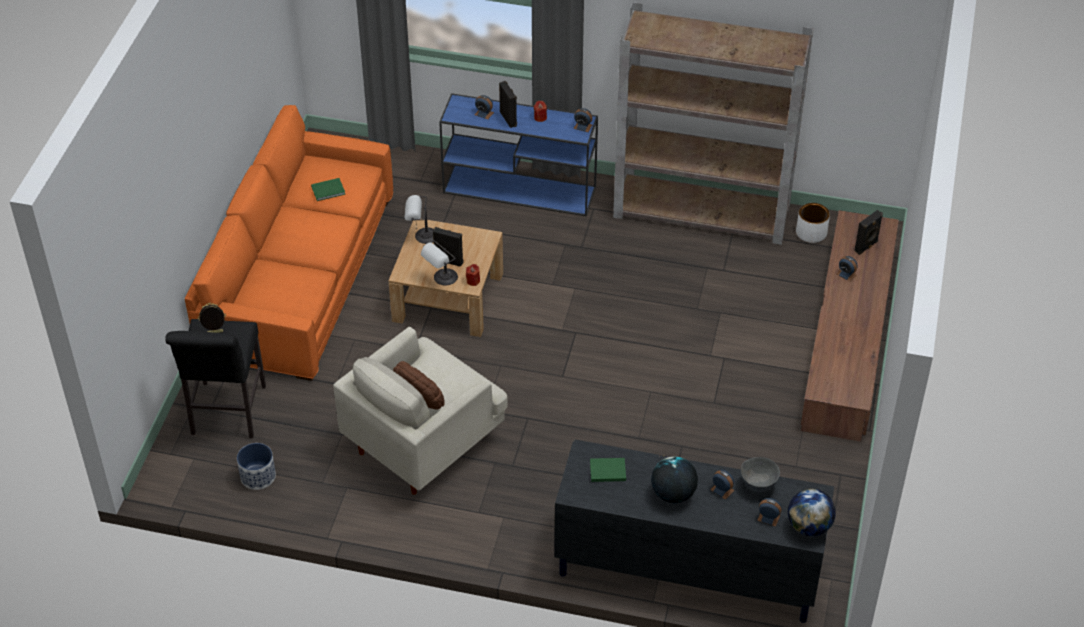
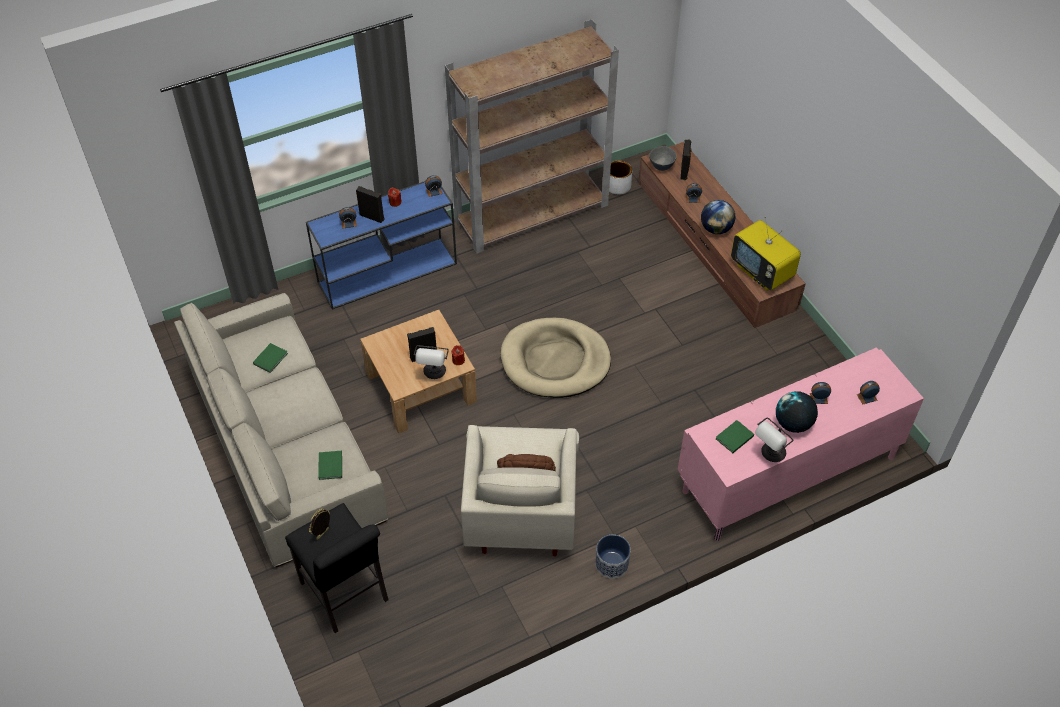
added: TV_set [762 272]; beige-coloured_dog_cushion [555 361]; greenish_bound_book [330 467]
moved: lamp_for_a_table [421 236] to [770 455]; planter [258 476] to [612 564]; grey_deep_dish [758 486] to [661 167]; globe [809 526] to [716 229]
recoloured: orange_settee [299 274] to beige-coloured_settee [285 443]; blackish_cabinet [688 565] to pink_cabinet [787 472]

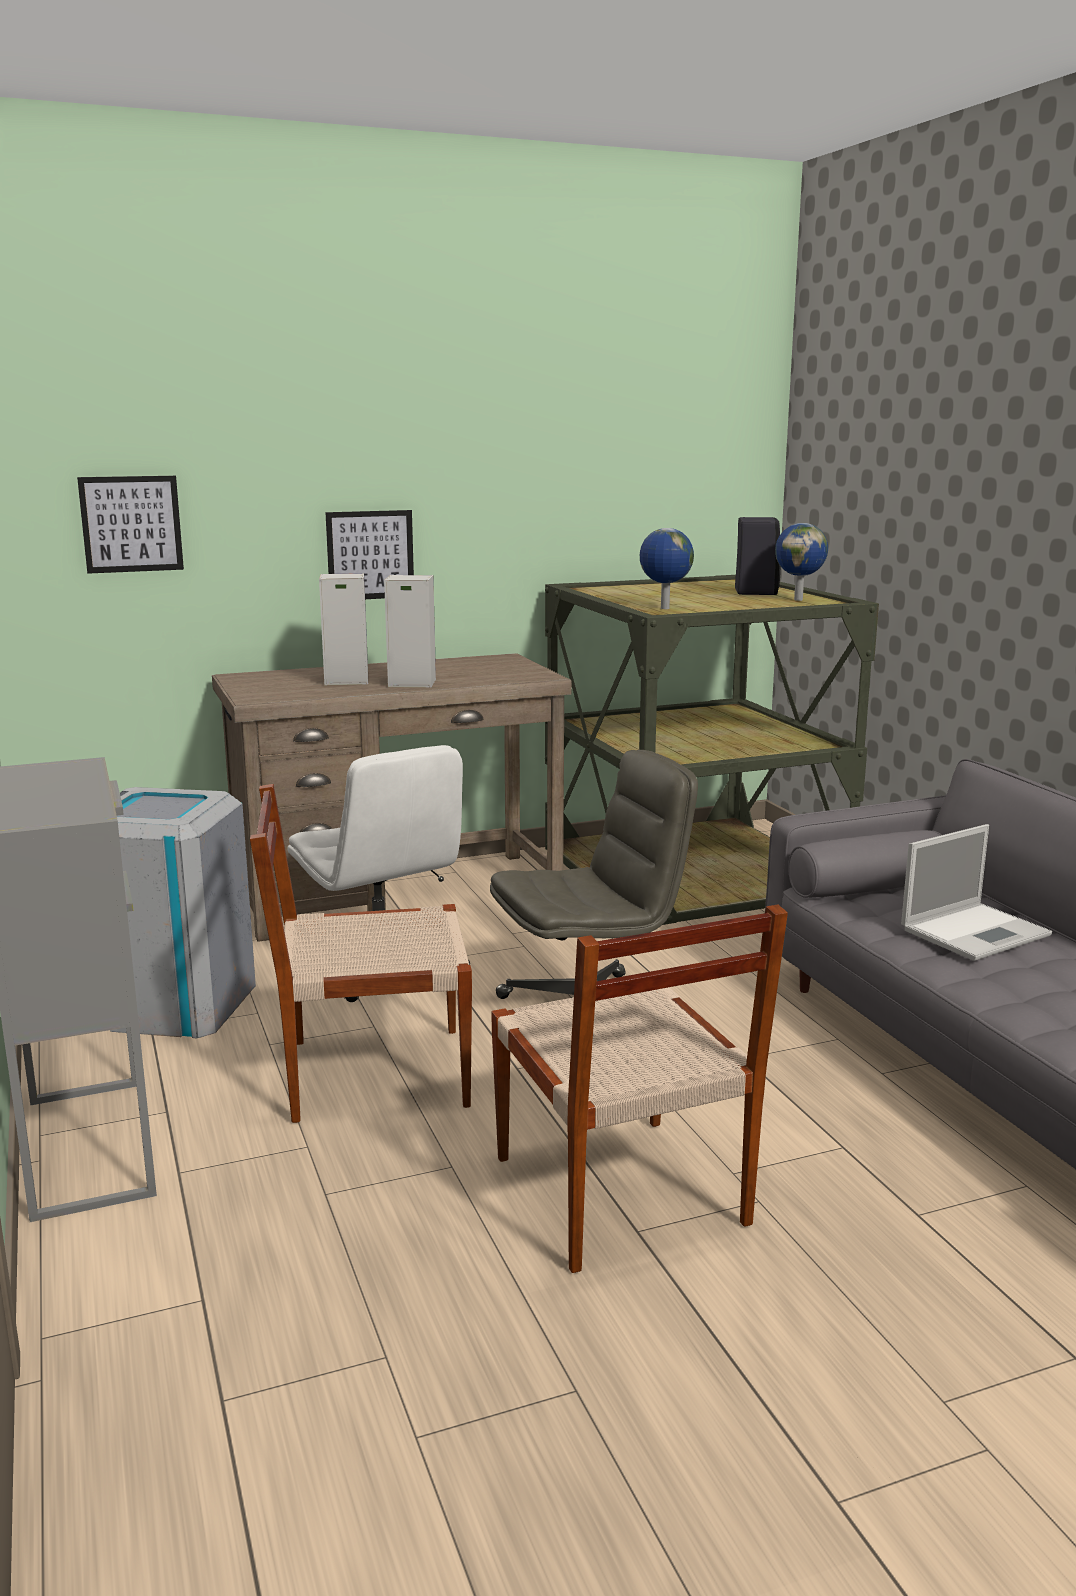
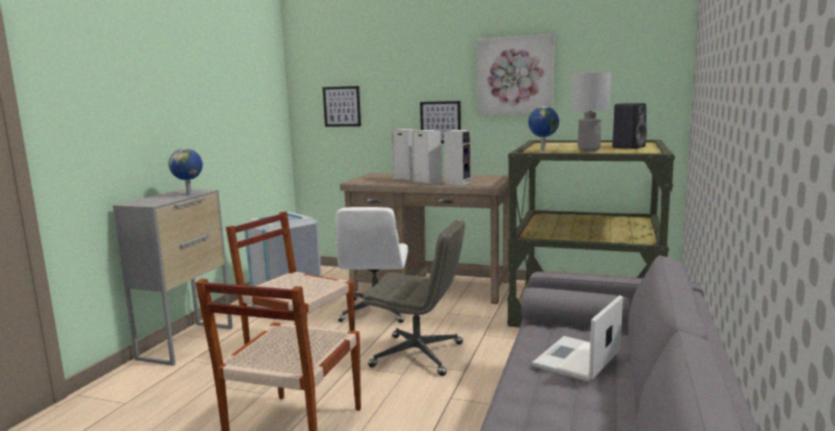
added: wall_art [515 76]; grey_lamp_for_a_table [588 151]; loudspeaker [458 183]
moved: globe [798 599] to [190 194]
turned: portable_computer [976 931] = [576 360] 120 degrees clockwise

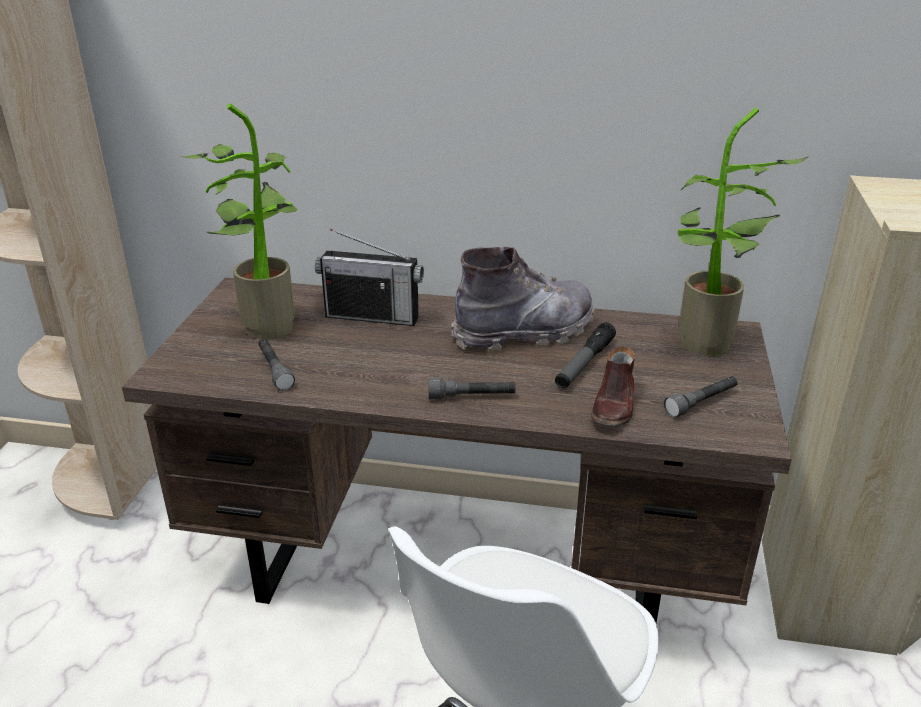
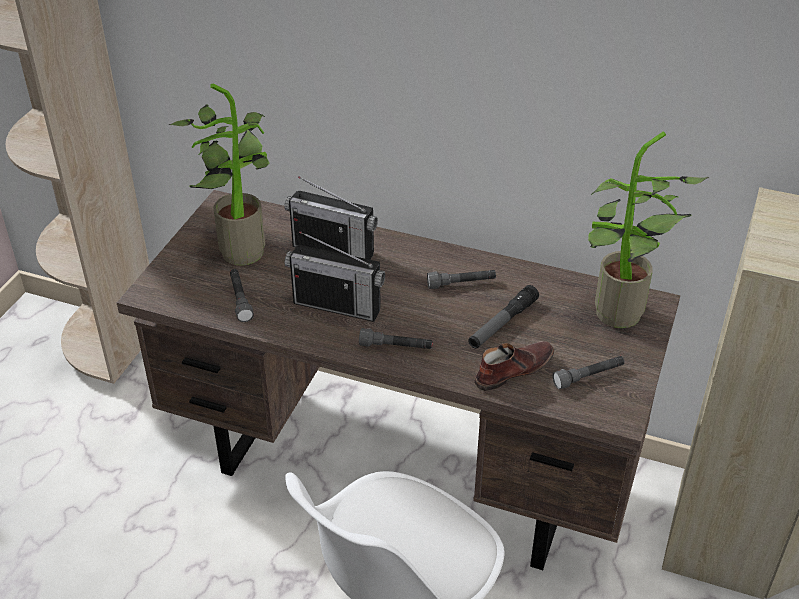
added: radio_receiver [337 306]
replaced: grey_boot [524 333] to grey_torch [461 284]
turned: brown-coloured_low_shoe [614 405] = [513 370] 150 degrees counterclockwise

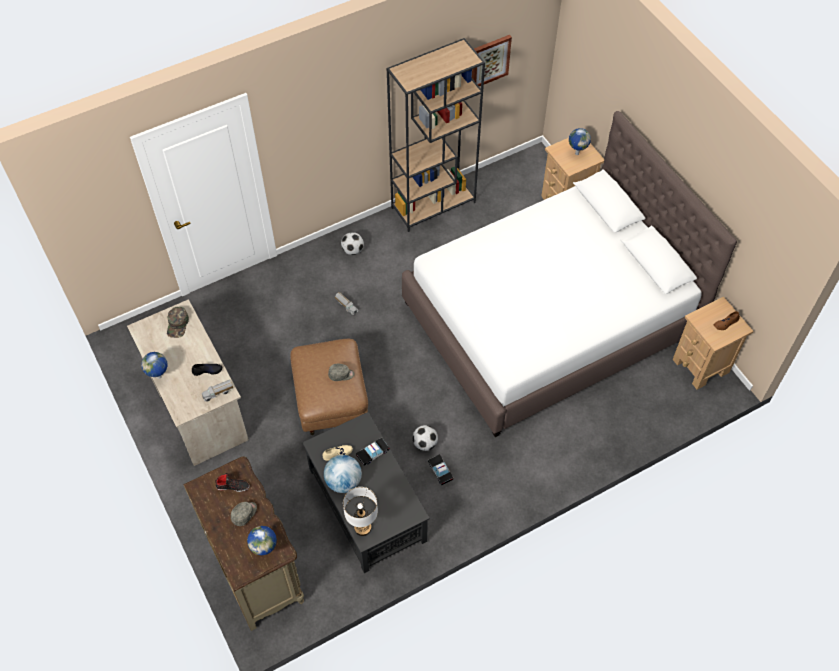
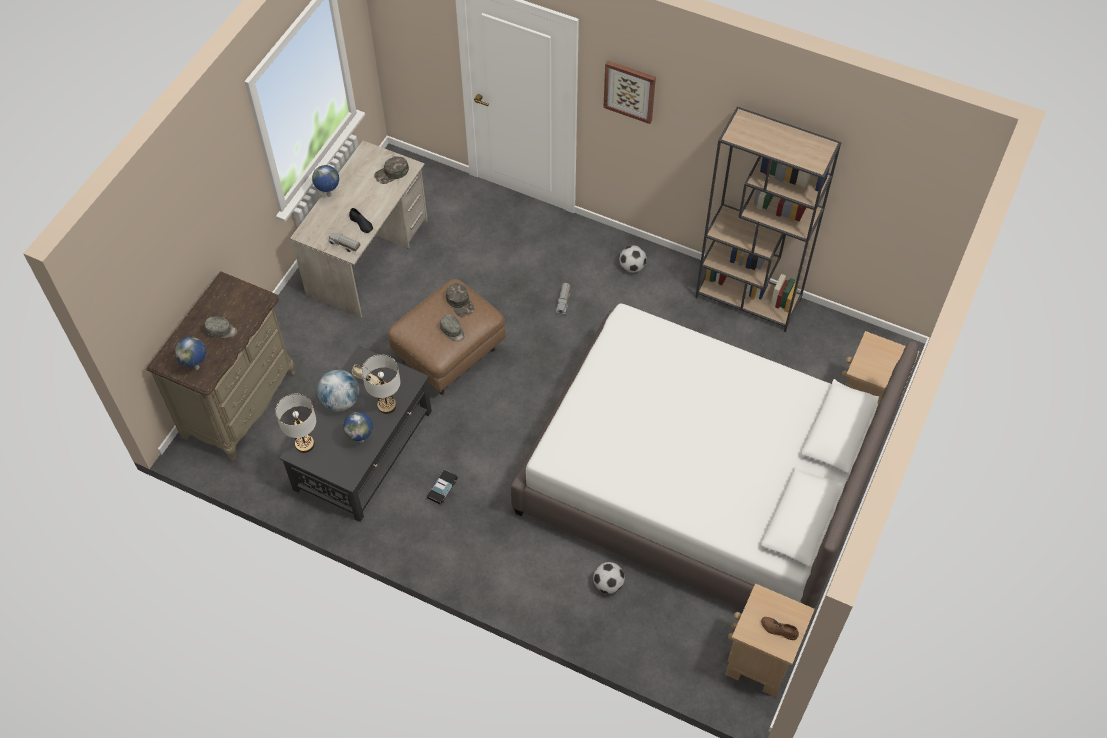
removed: blackish_low_shoe [233 486]
added: greenish_baseball_cap [460 302]
moved: wall_art [490 60] to [630 90]; globe [576 153] to [362 440]; football_ball [425 443] to [608 584]
replaced: toy_car [372 453] to lamp_for_a_table [387 406]

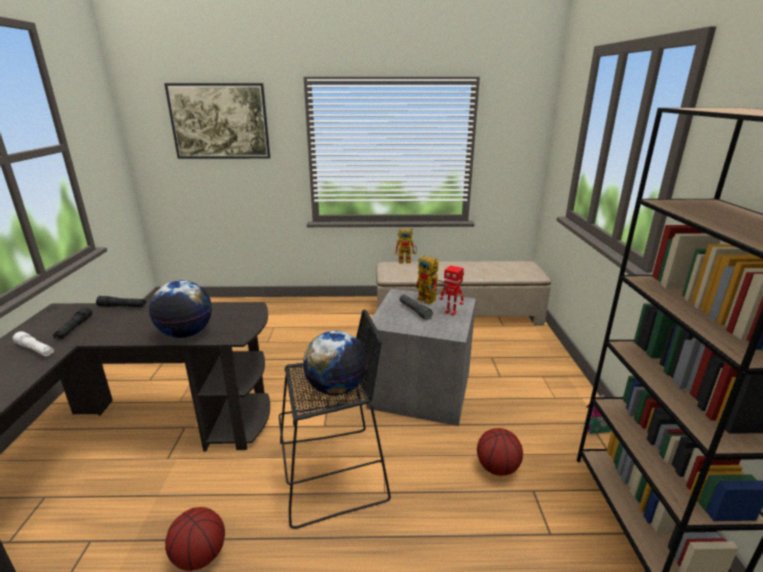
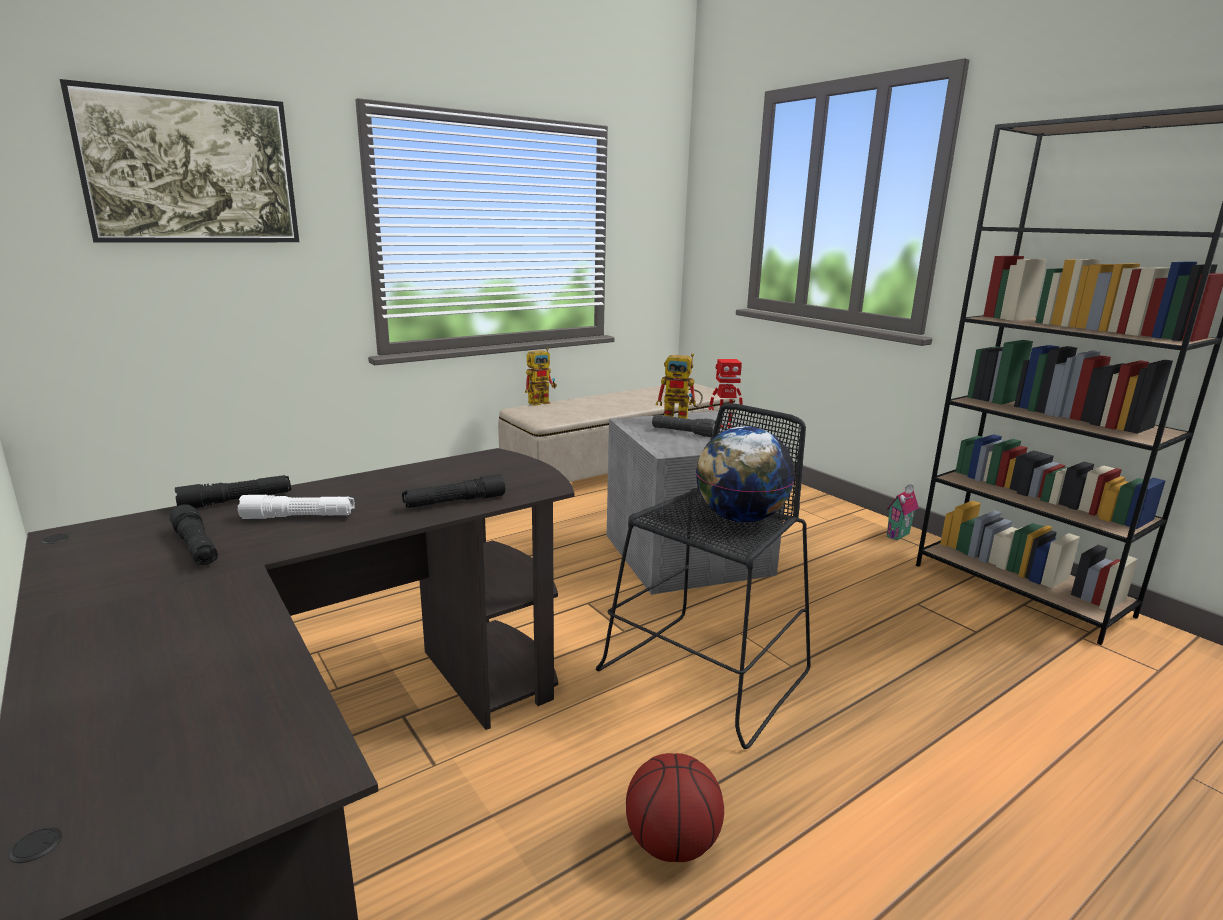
removed: basketball_ball [497 468]
moved: whitish_torch [35 349] to [299 517]
replaced: globe [186 333] to blackish_torch [455 502]

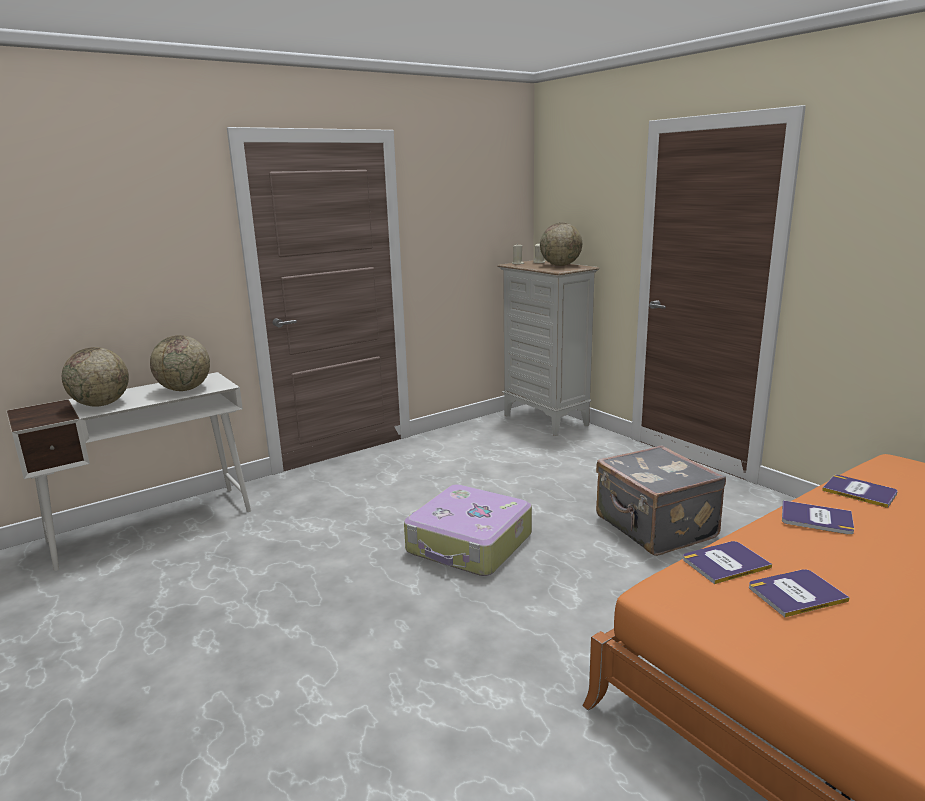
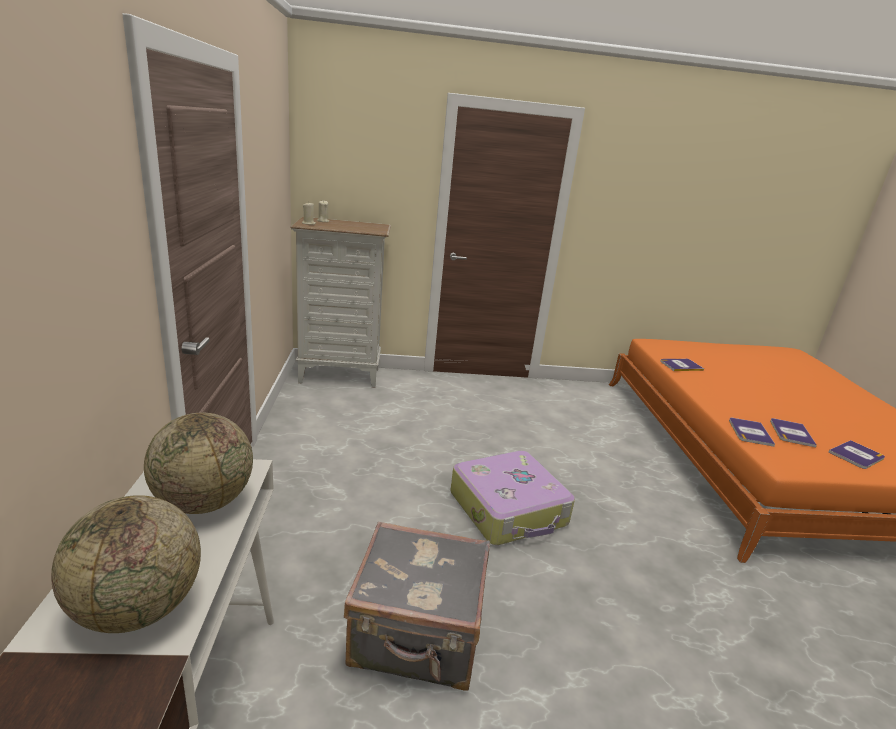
removed: globe [560 265]
moved: grey_suitcase [654 528] to [417 636]; bound_book [816 519] to [856 455]

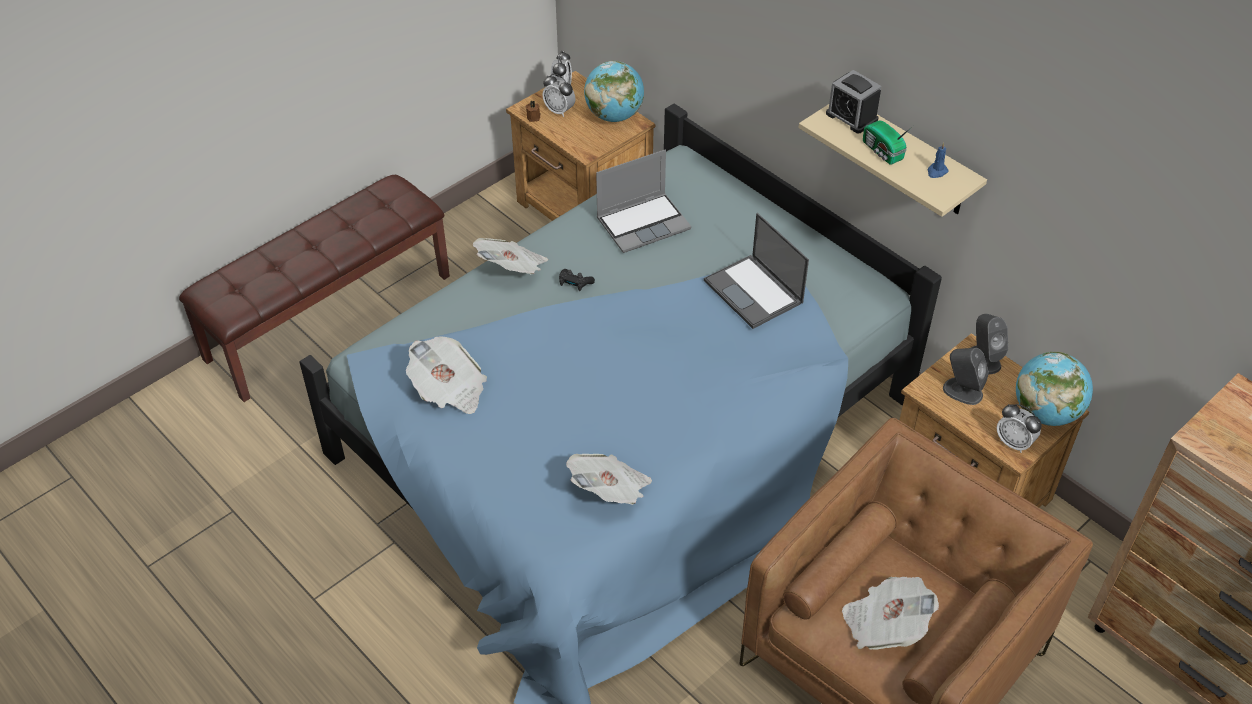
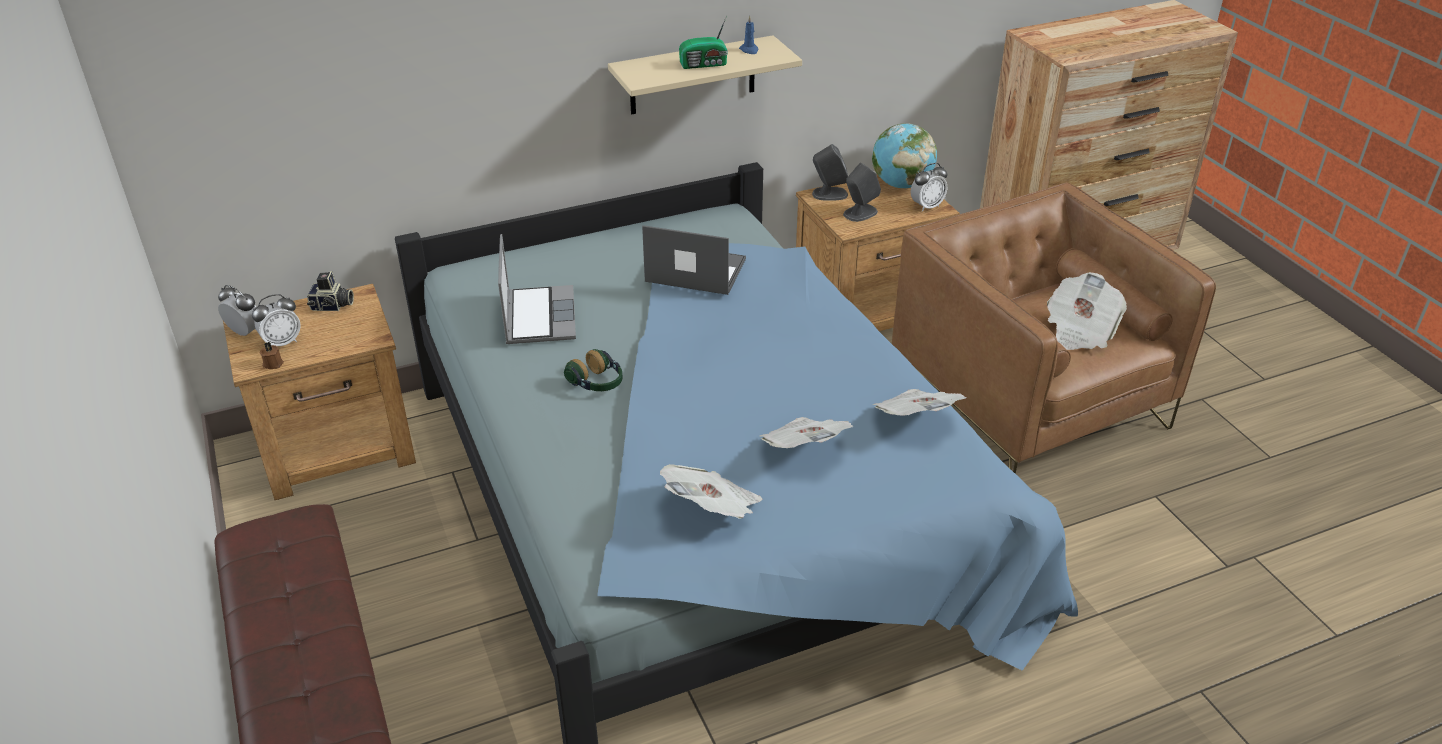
removed: table_clock [851 117]
moved: printed_paper [512 269] to [804 450]
replaced: globe [614 115] to still_camera [332 306]; blackish_game_controller [575 284] to headset [597 383]
turned: portable_computer [754 292] = [694 270] 150 degrees counterclockwise

